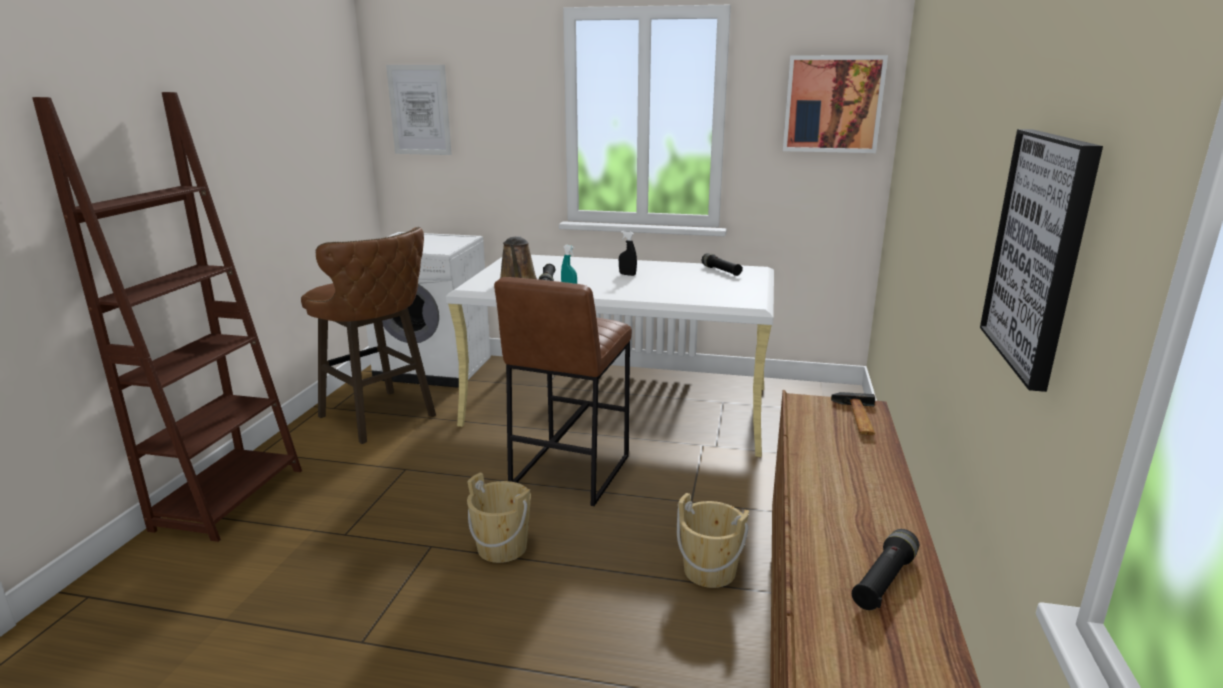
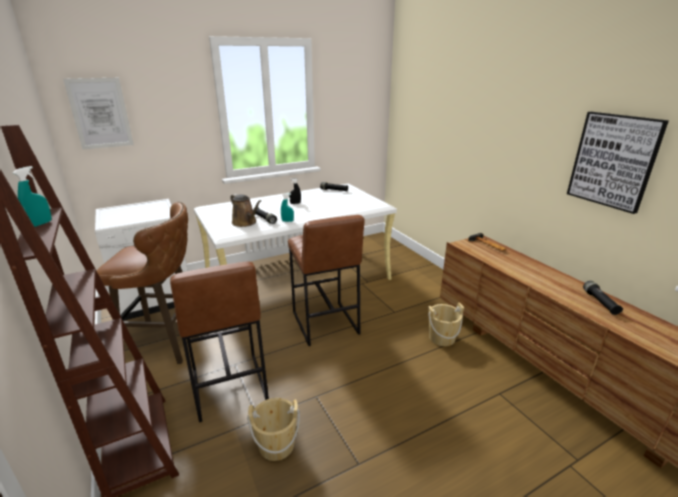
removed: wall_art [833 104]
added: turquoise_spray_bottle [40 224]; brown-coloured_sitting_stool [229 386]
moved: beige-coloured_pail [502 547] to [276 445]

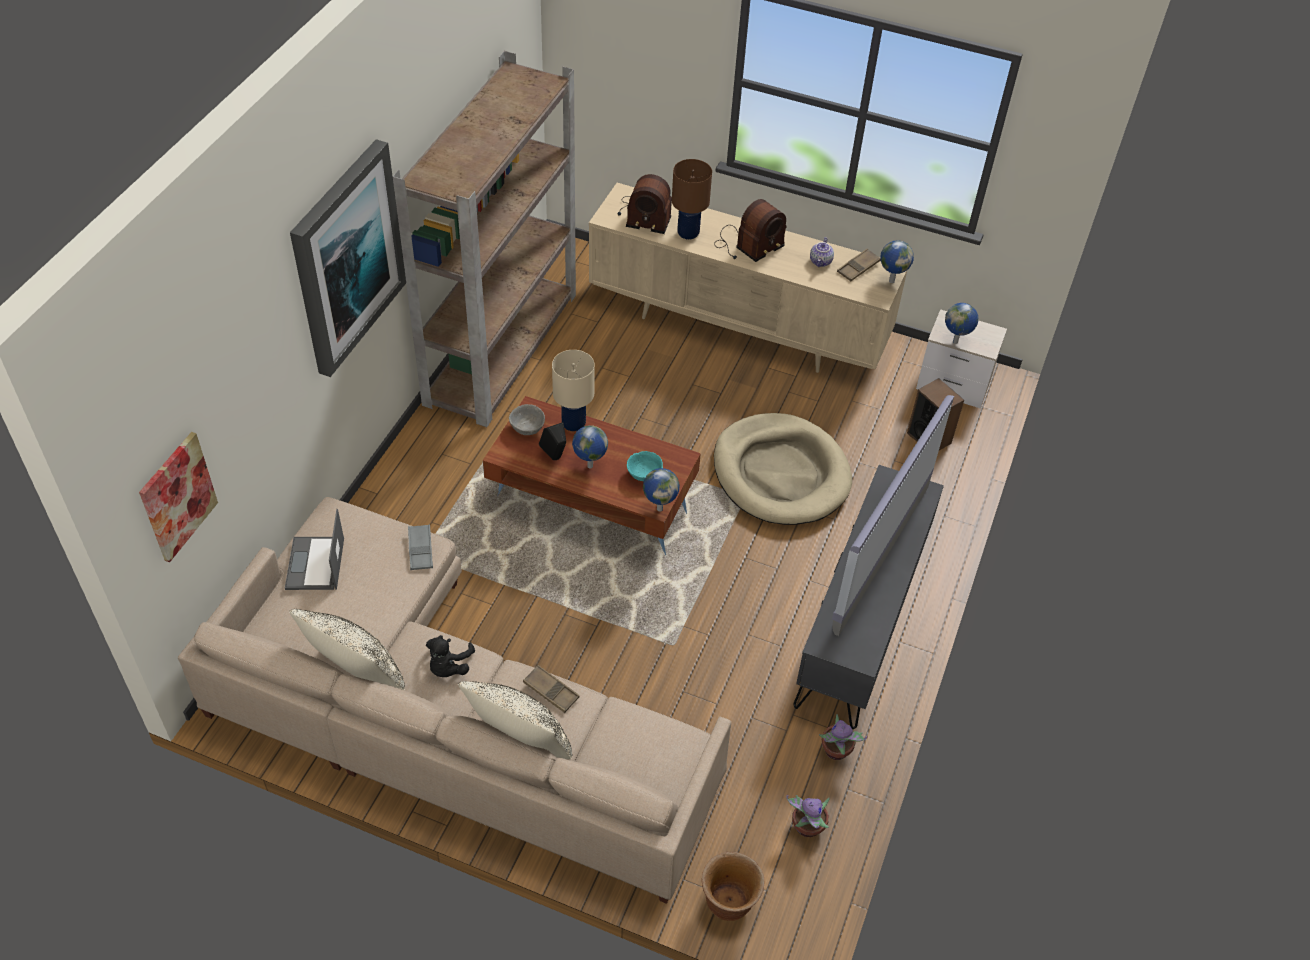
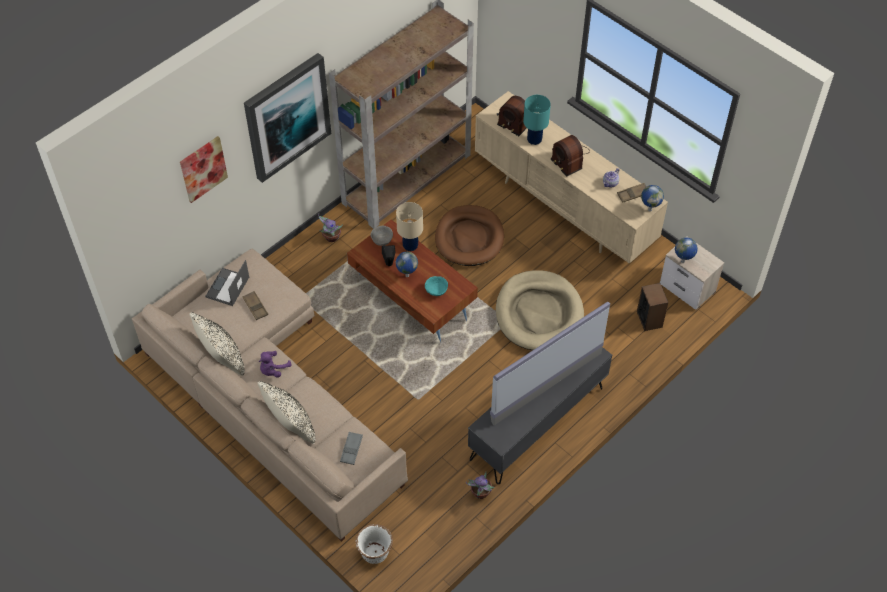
removed: globe [659 508]
added: brown-coloured_dog_cushion [469 238]
moved: wall_art [177 496] to [203 169]; grey_carrying_tray [420 550] to [351 449]; brown-coloured_carrying_tray [551 691] to [255 307]; potted_plant [806 827] to [331 237]
recoloured: brown-coloured_lamp_for_a_table [688 234] to turquoise_lamp_for_a_table [534 140]; blackish_soft_toy [448 666] to purple-coloured_soft_toy [273 370]; brown-coloured_planter [728 902] to whitish_planter [375 553]
turned: radio_receiver [747 245] = [569 158] 75 degrees clockwise

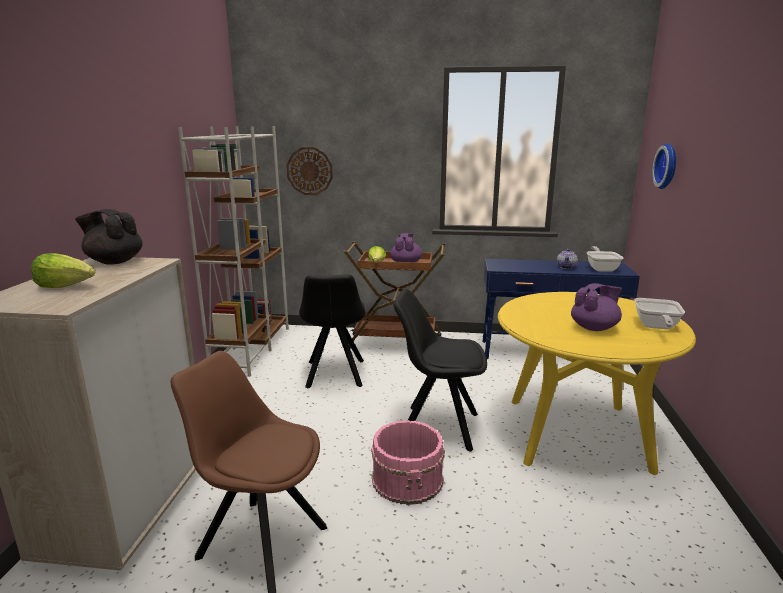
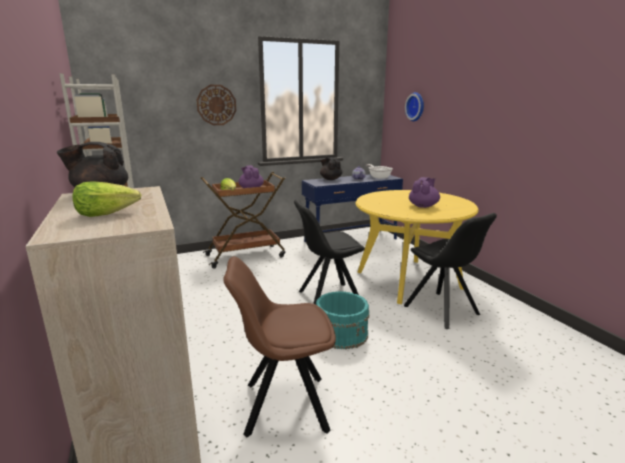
removed: frying_pan [656 327]
added: blackish_tea_pot [330 179]
moved: wall_clock [309 171] to [216 105]; blackish_upright_chair [335 374] to [442 310]
recoloured: pink_pail [408 479] to turquoise_pail [342 333]

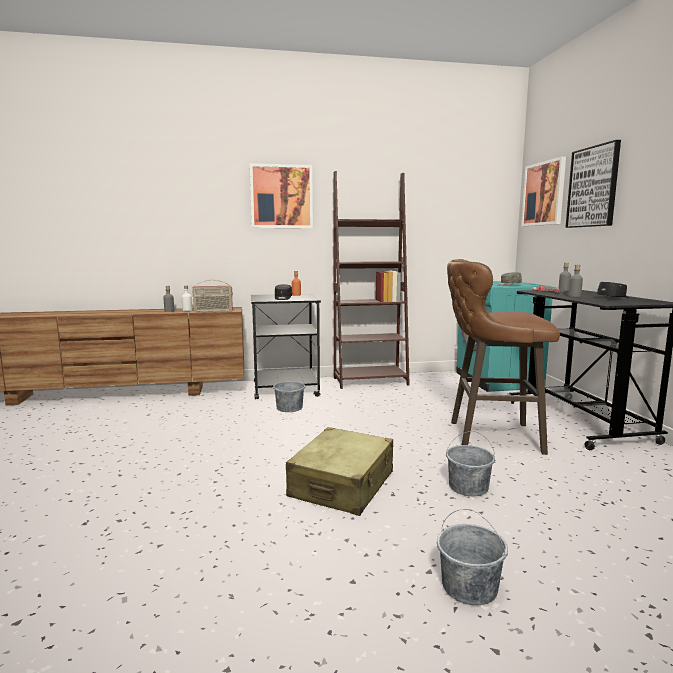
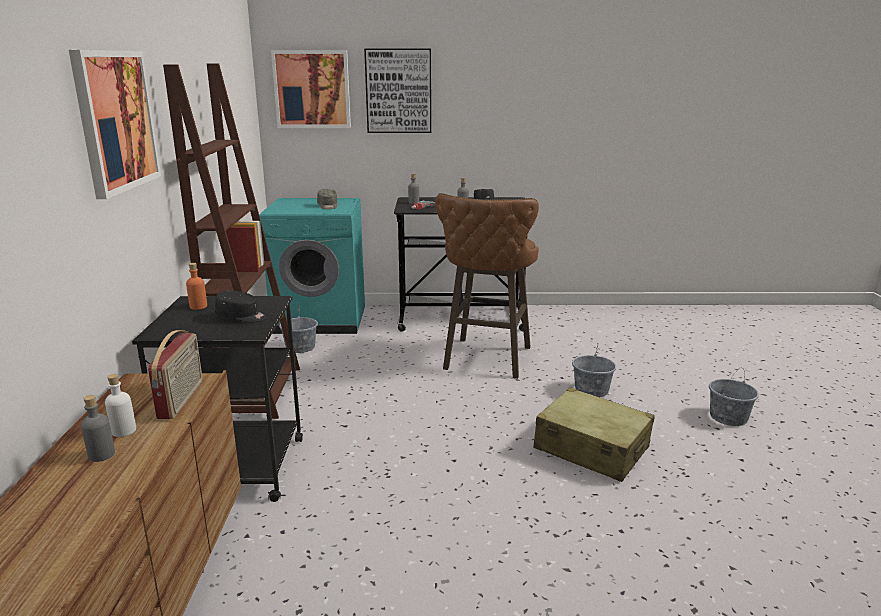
moved: grey_pail [289 408] to [300 347]

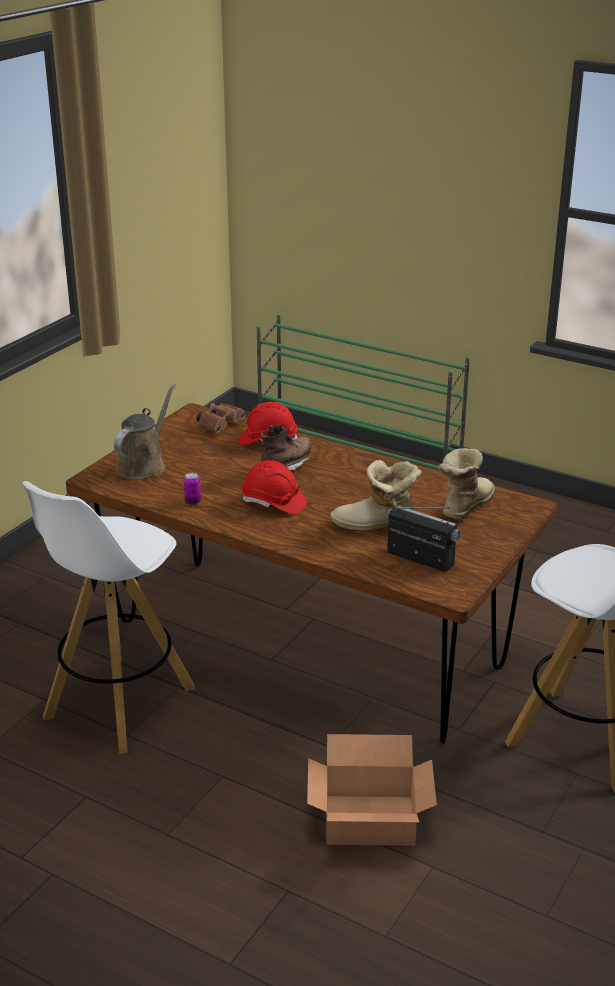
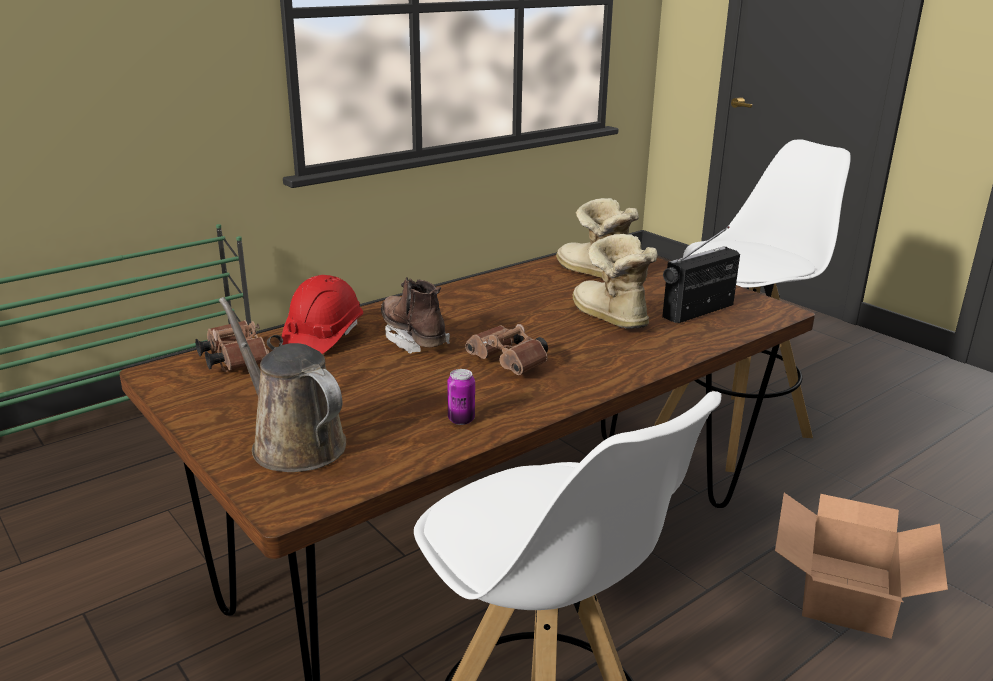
replaced: red_safety_helmet [273 503] to brown-coloured_field_glasses [510 364]
turned: boot [376 525] = [608 318] 135 degrees clockwise

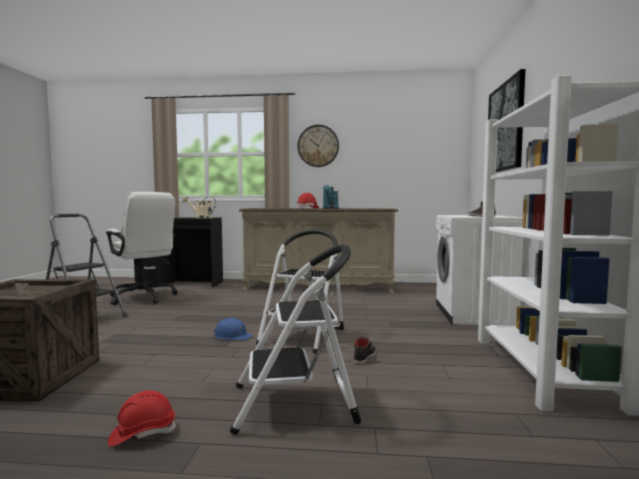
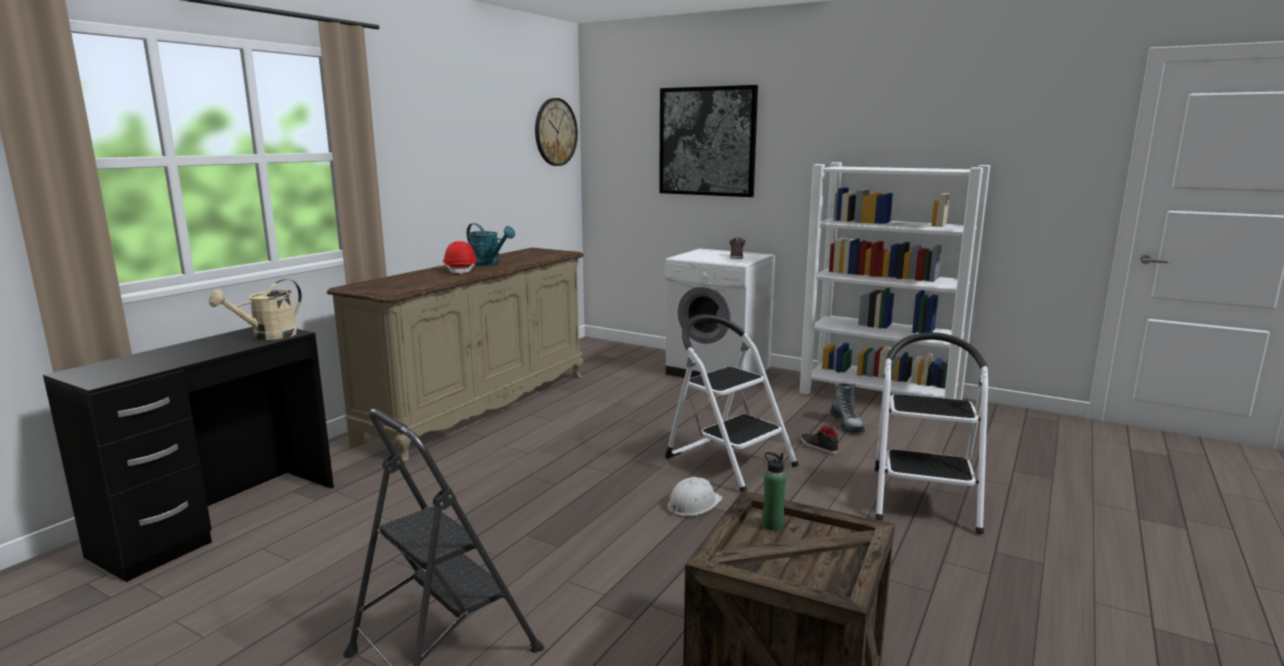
removed: whitish_computer_chair [144 298]; red_safety_helmet [142 433]
added: boot [847 424]; greenish_drink_bottle [772 525]
moved: wall_clock [318 146] to [555 132]
recoloured: blue_safety_helmet [232 336] to whitish_safety_helmet [693 504]

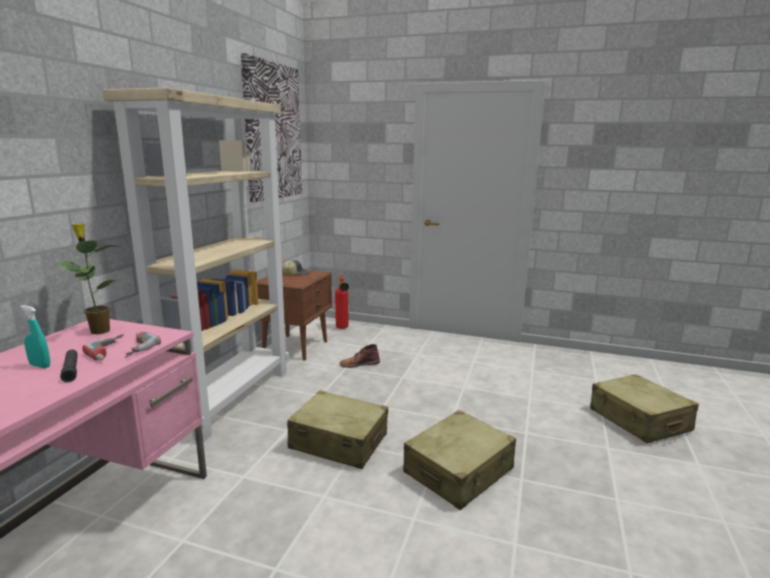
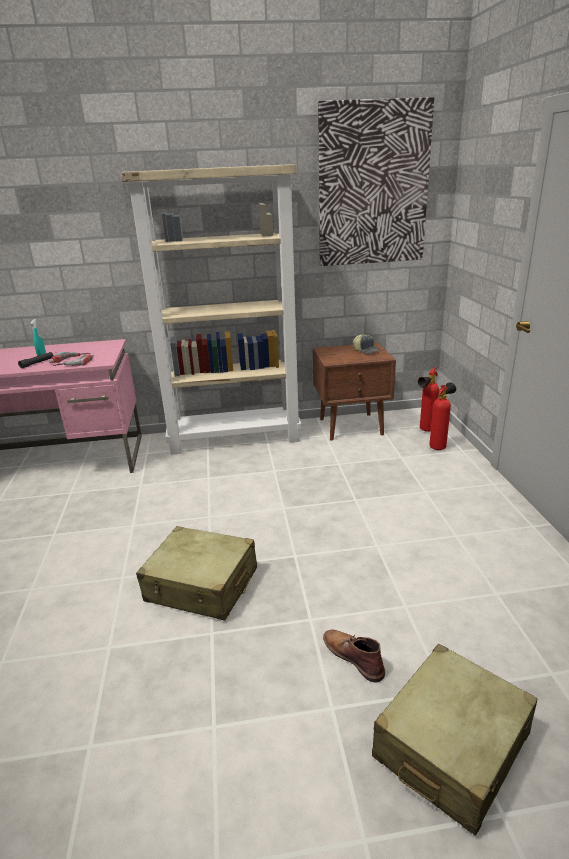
removed: potted_plant [99 331]; beige-coloured_suitcase [339 442]
added: fire_extinguisher [439 446]
moved: brown-coloured_boot [359 364] to [353 656]

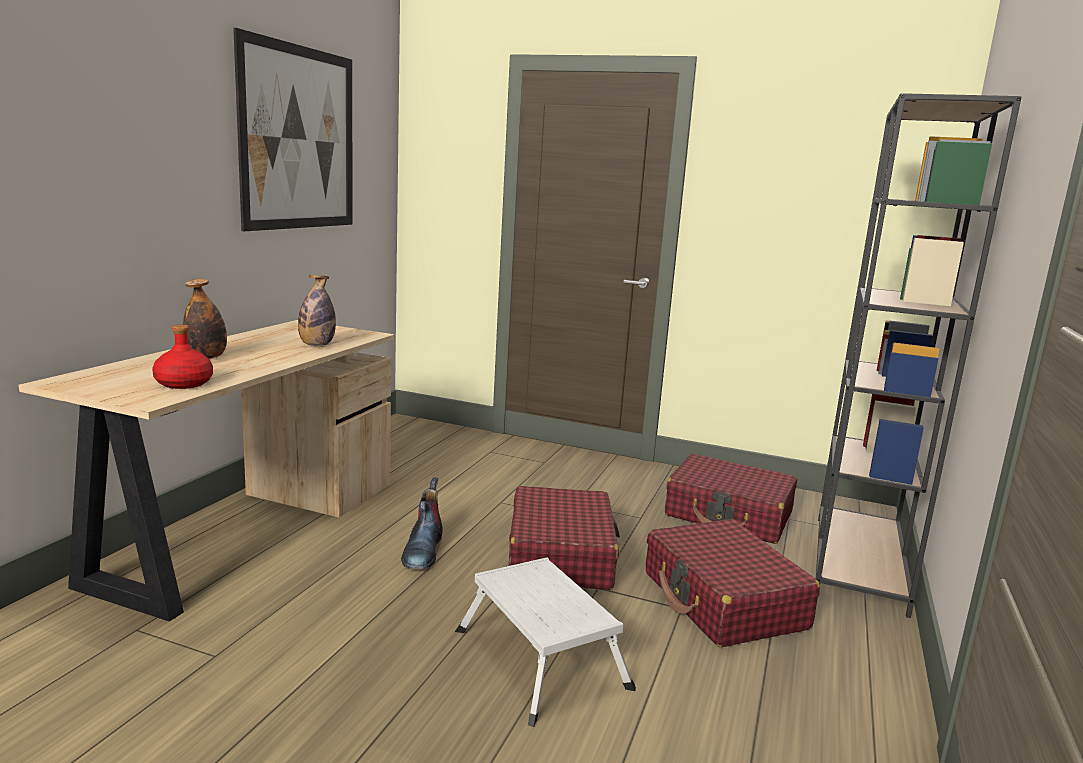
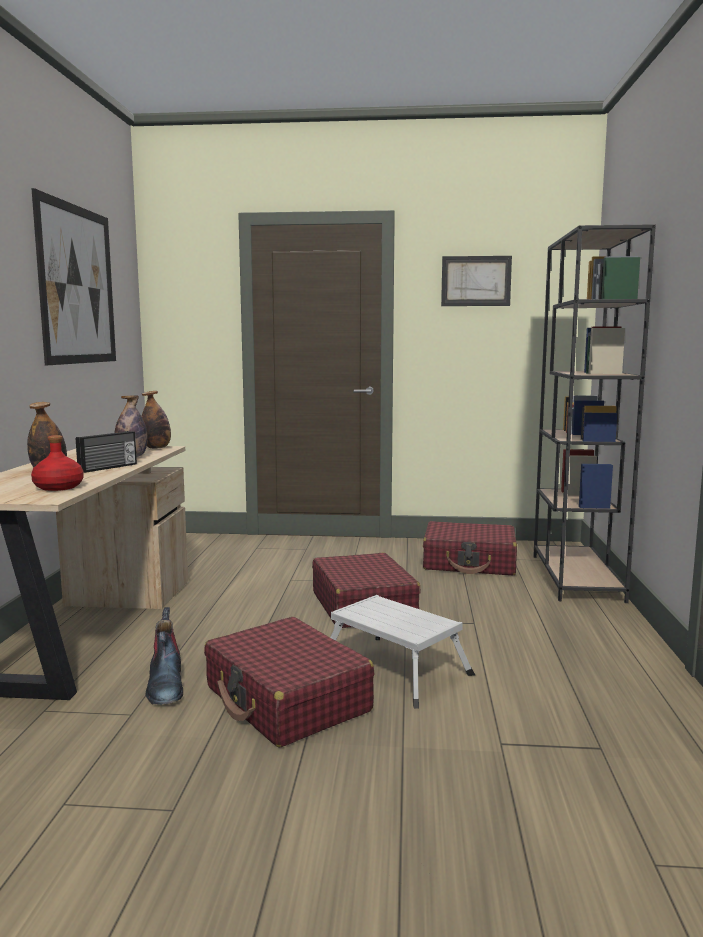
added: wall_art [476 281]; drink_bottle [157 448]; radio_receiver [108 467]
moved: boot [423 550] to [165 685]; red_suitcase [723 601] to [287 700]

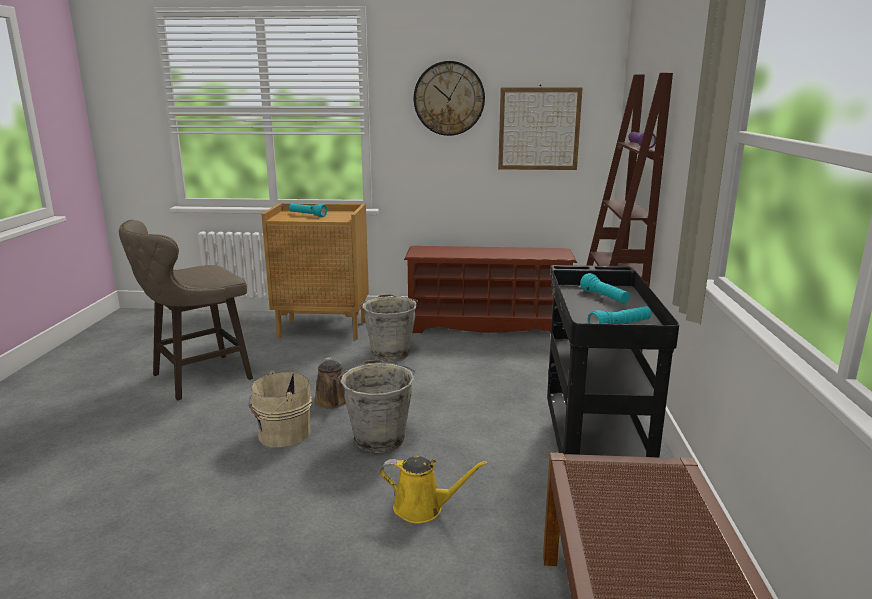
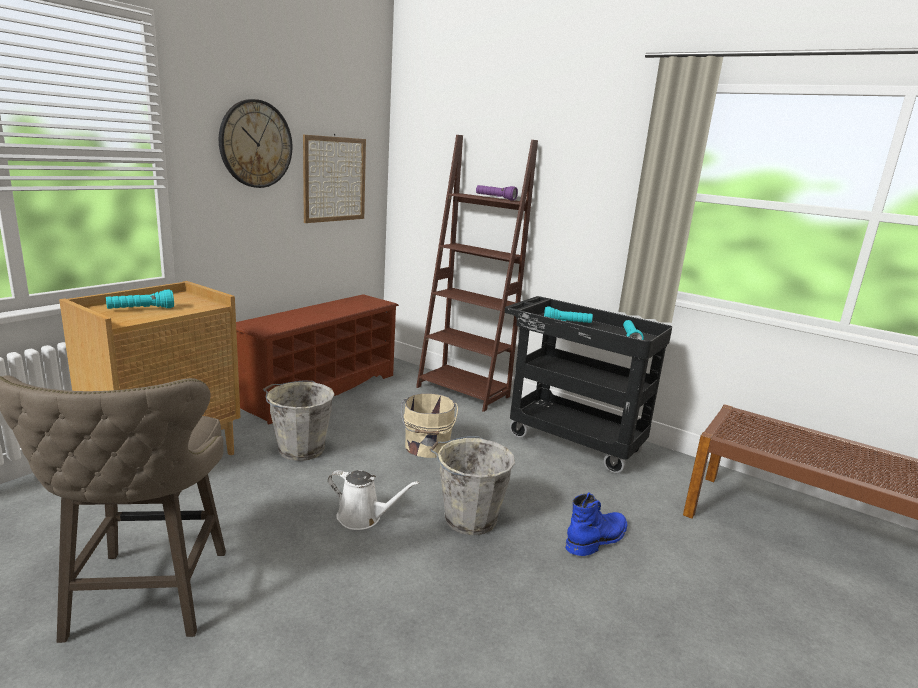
moved: beige-coloured_pail [281 434] to [426 447]
replaced: yellow-coloured_watering_pot [423 508] to blue_boot [597 539]
recoloured: brown-coloured_watering_pot [332 401] to whitish_watering_pot [363 518]

